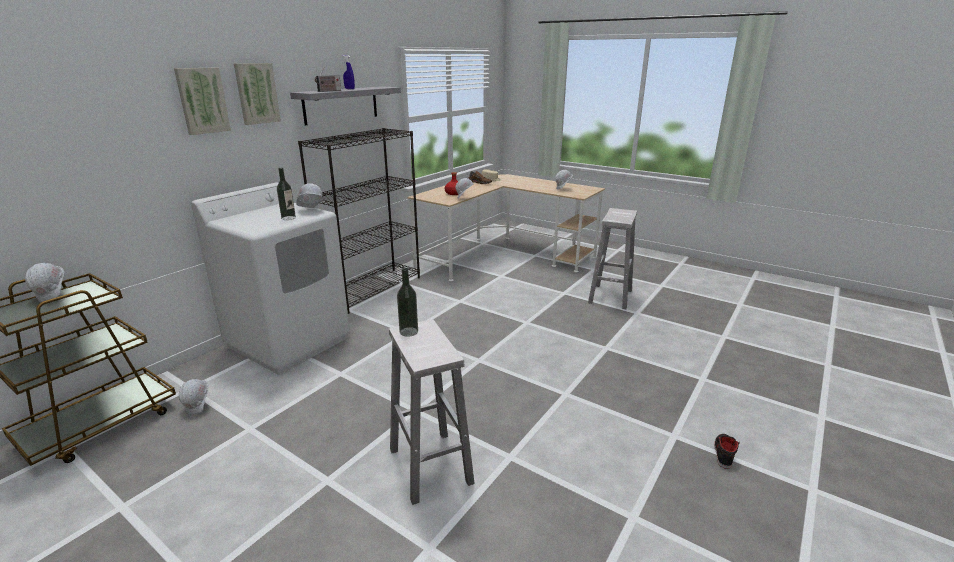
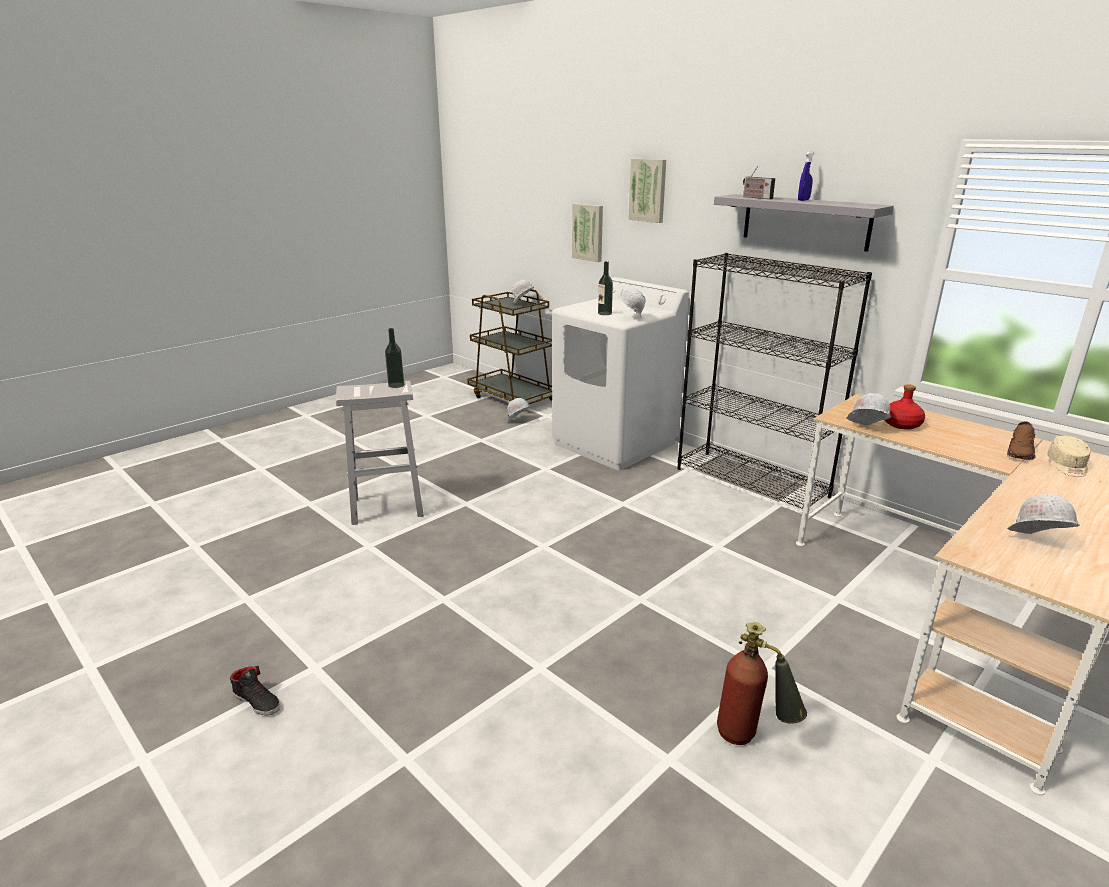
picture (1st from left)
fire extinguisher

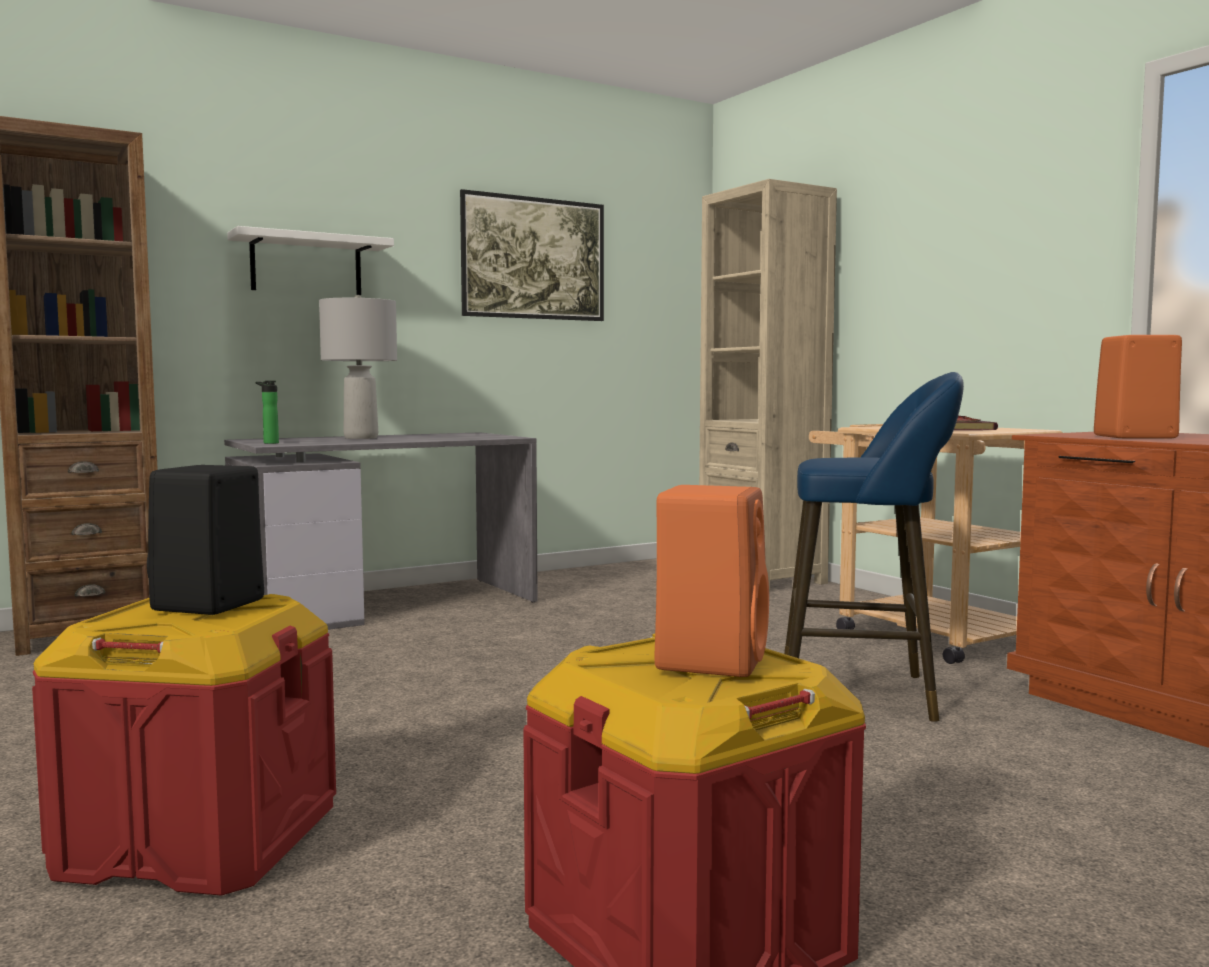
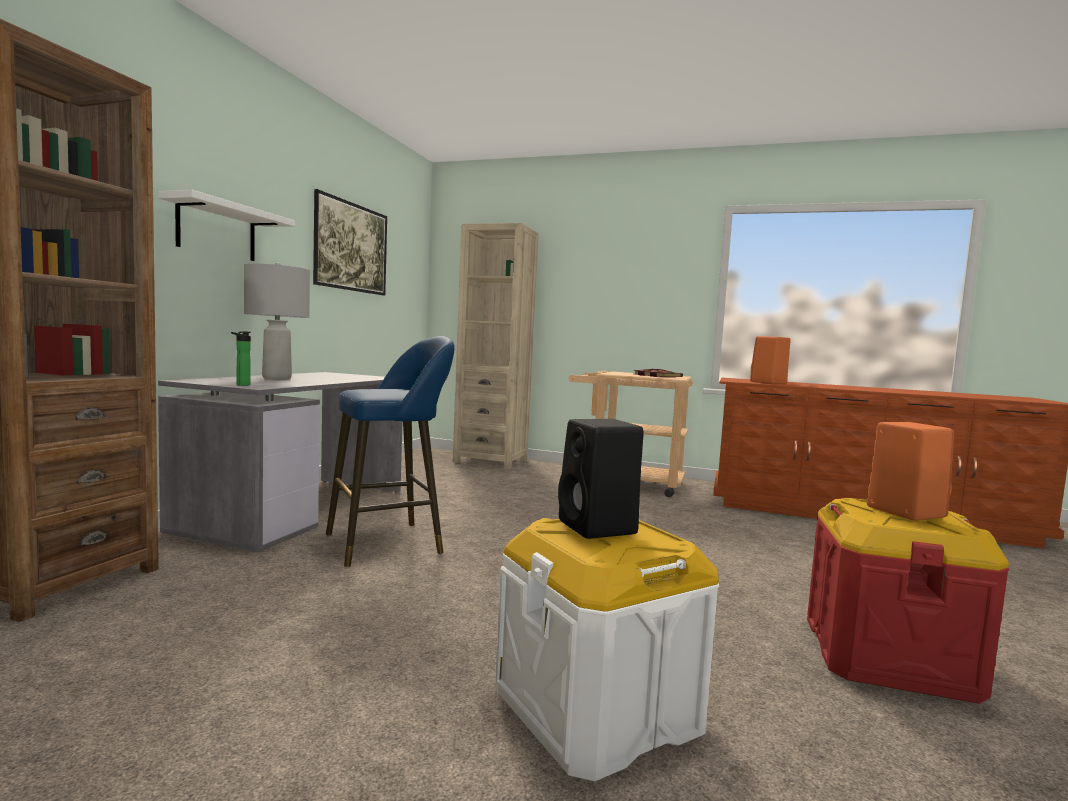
blue stool
white storage box

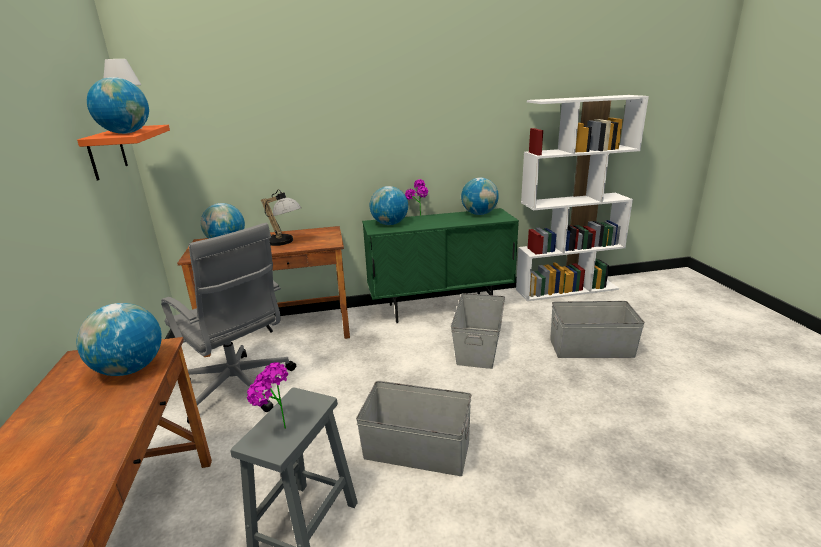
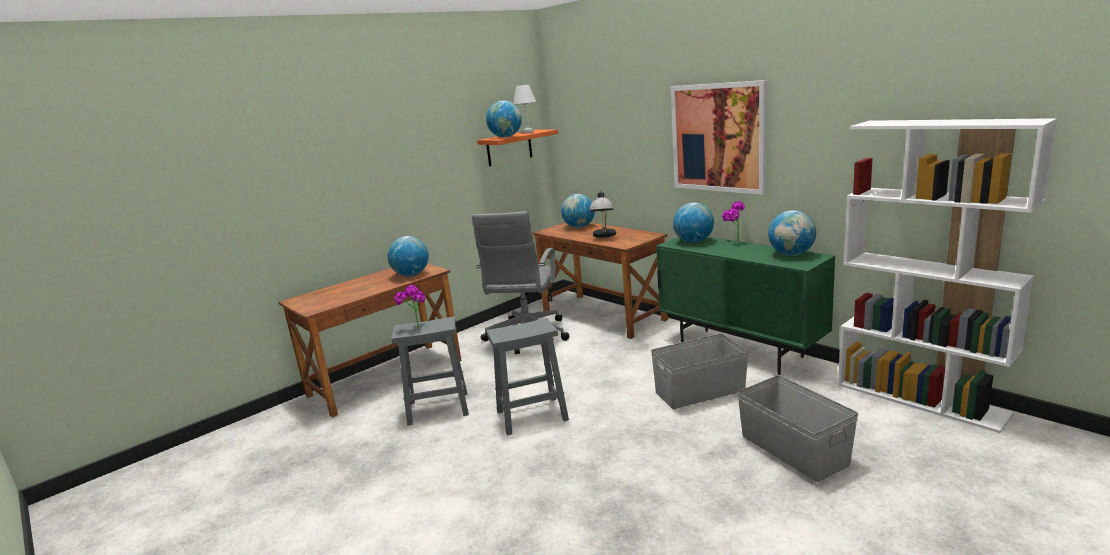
picture
grey stool (2nd from left)

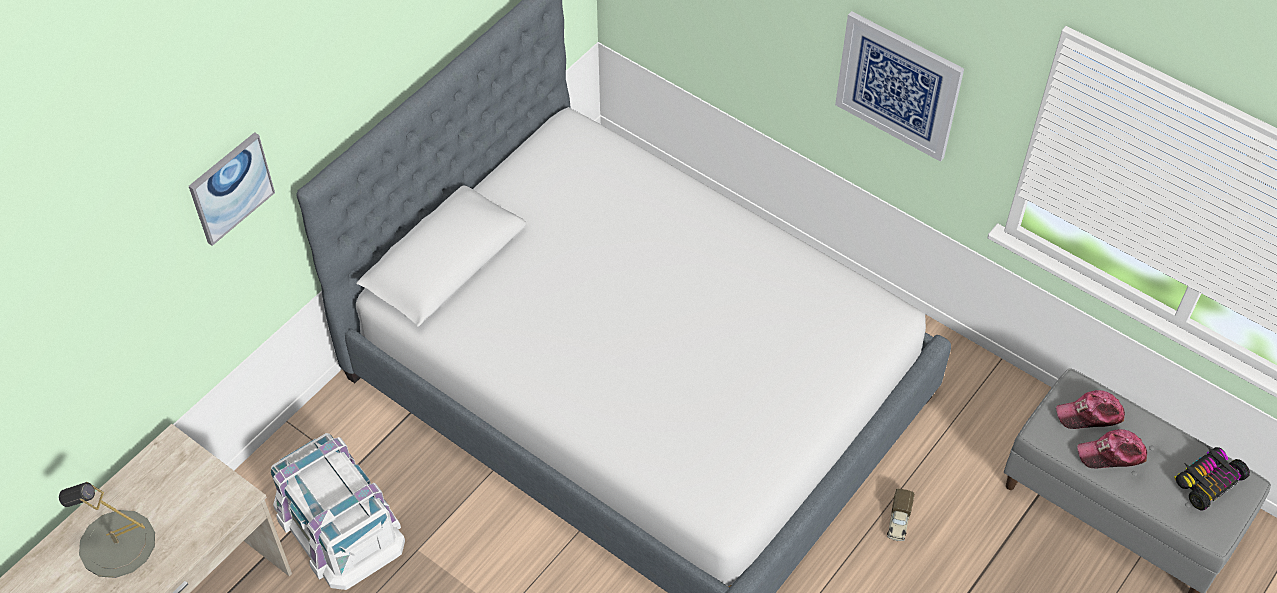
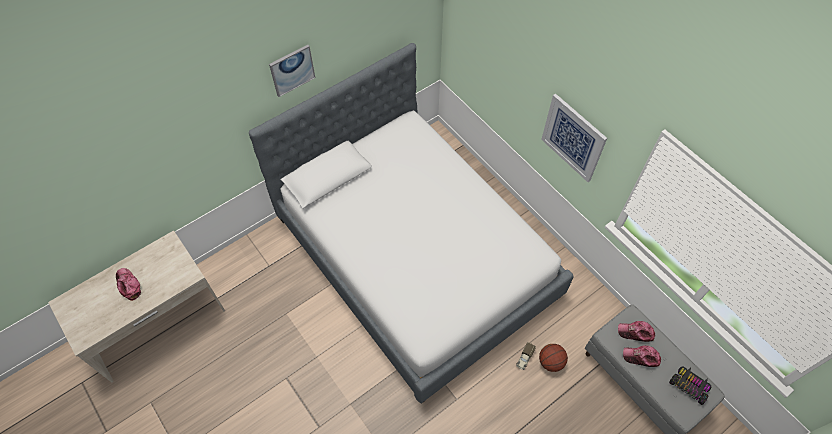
white storage box
basketball
picture (1st from left)
cap (1st from left)
toy car

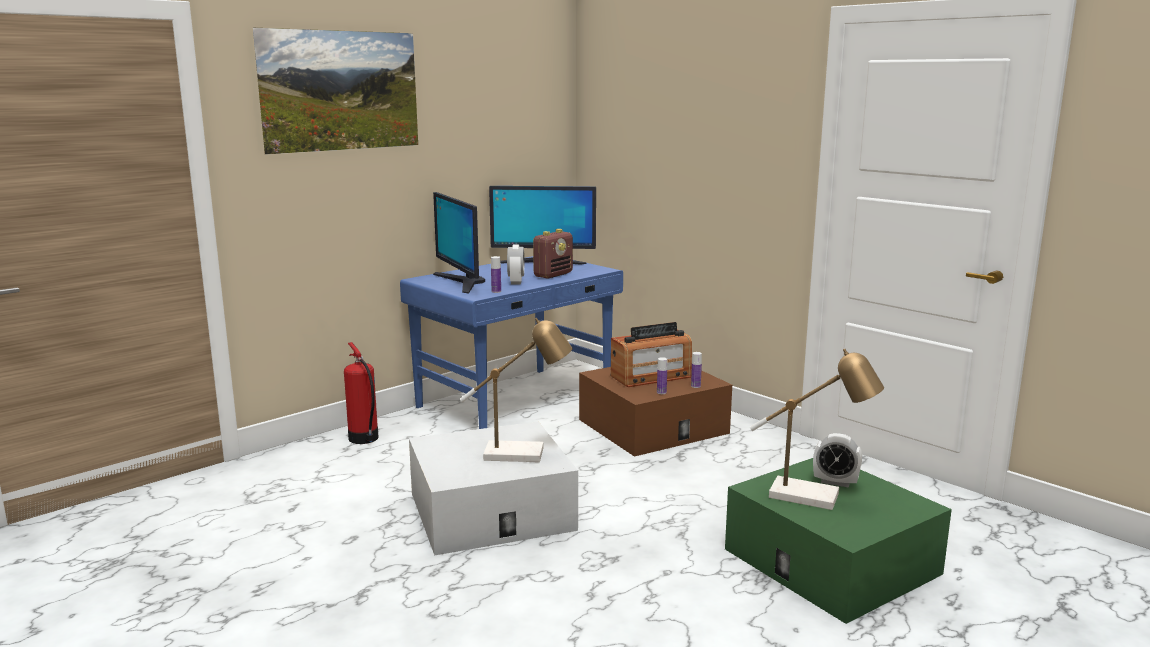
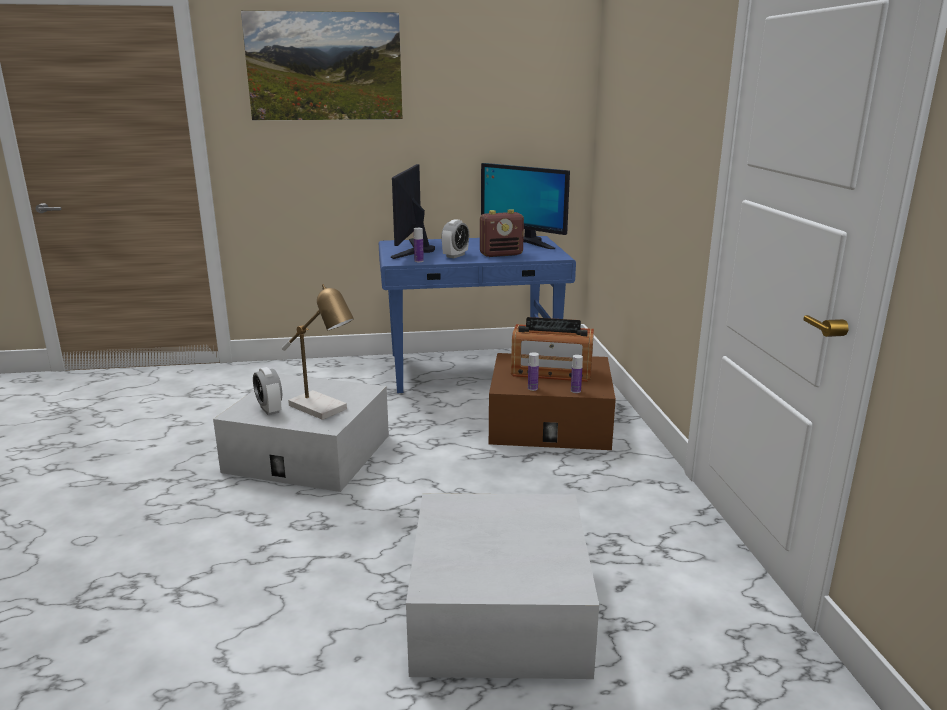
fire extinguisher
table lamp (2nd from left in the first image)
alarm clock (1st from left)
white storage box (2nd from left)

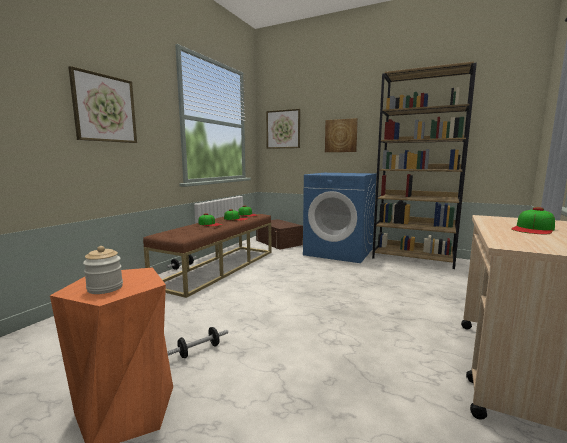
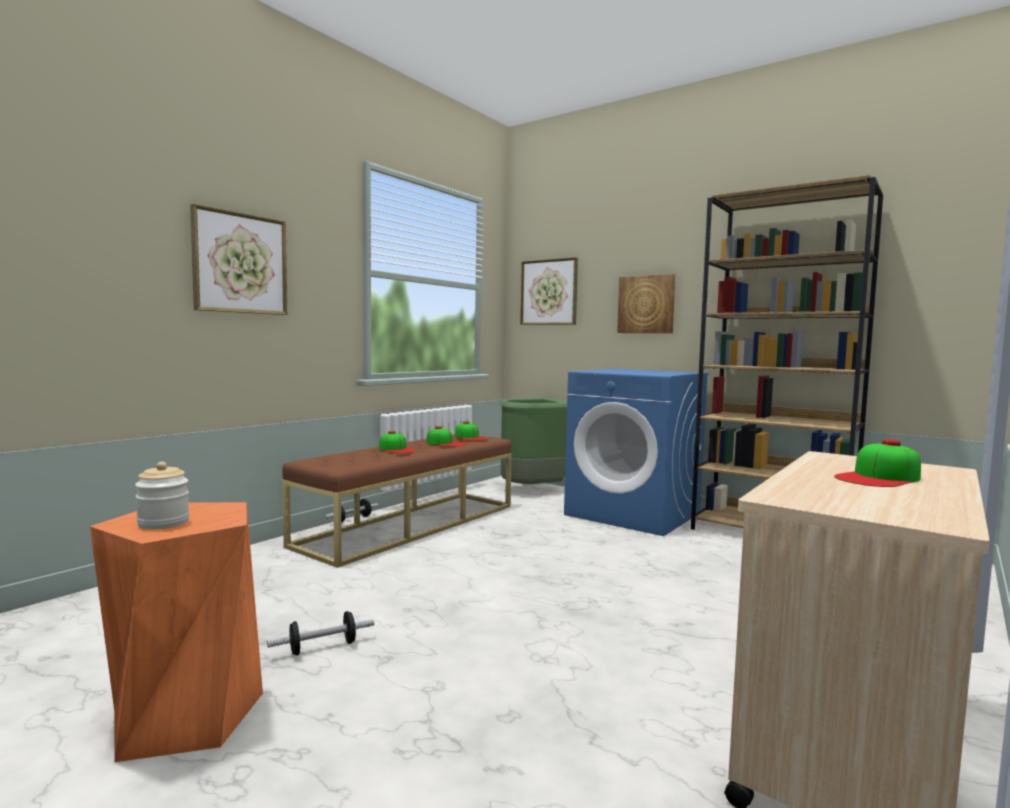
green trash can

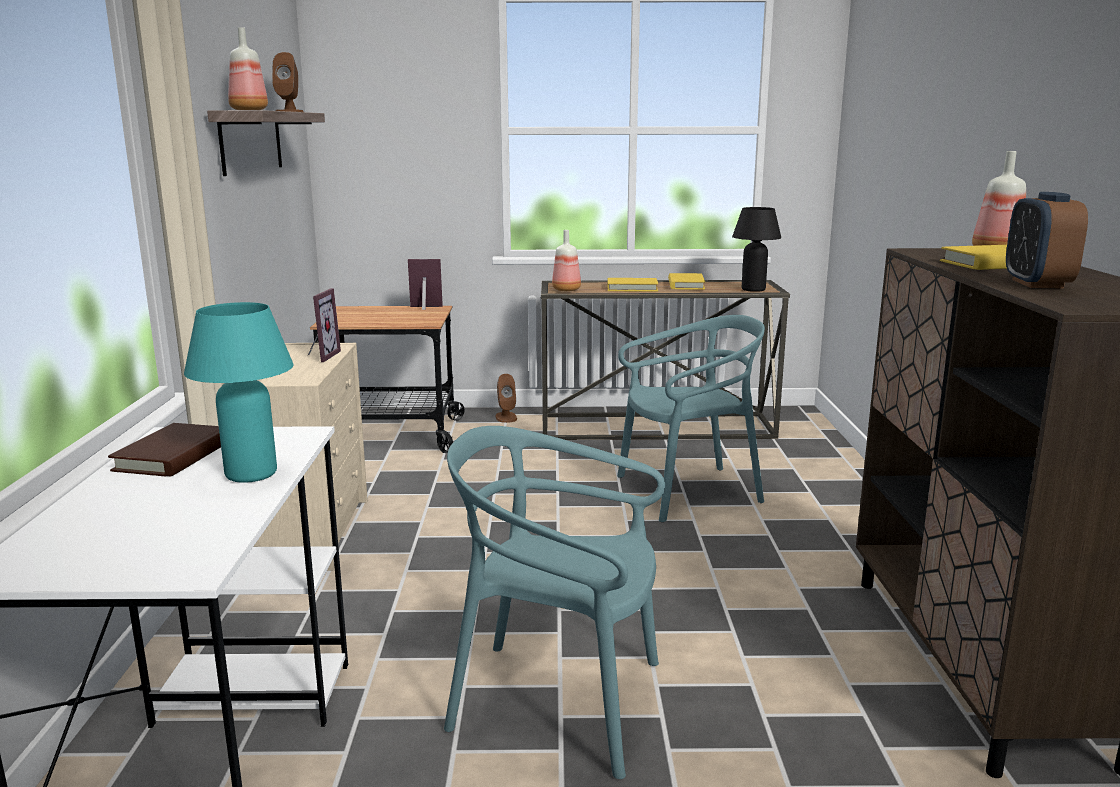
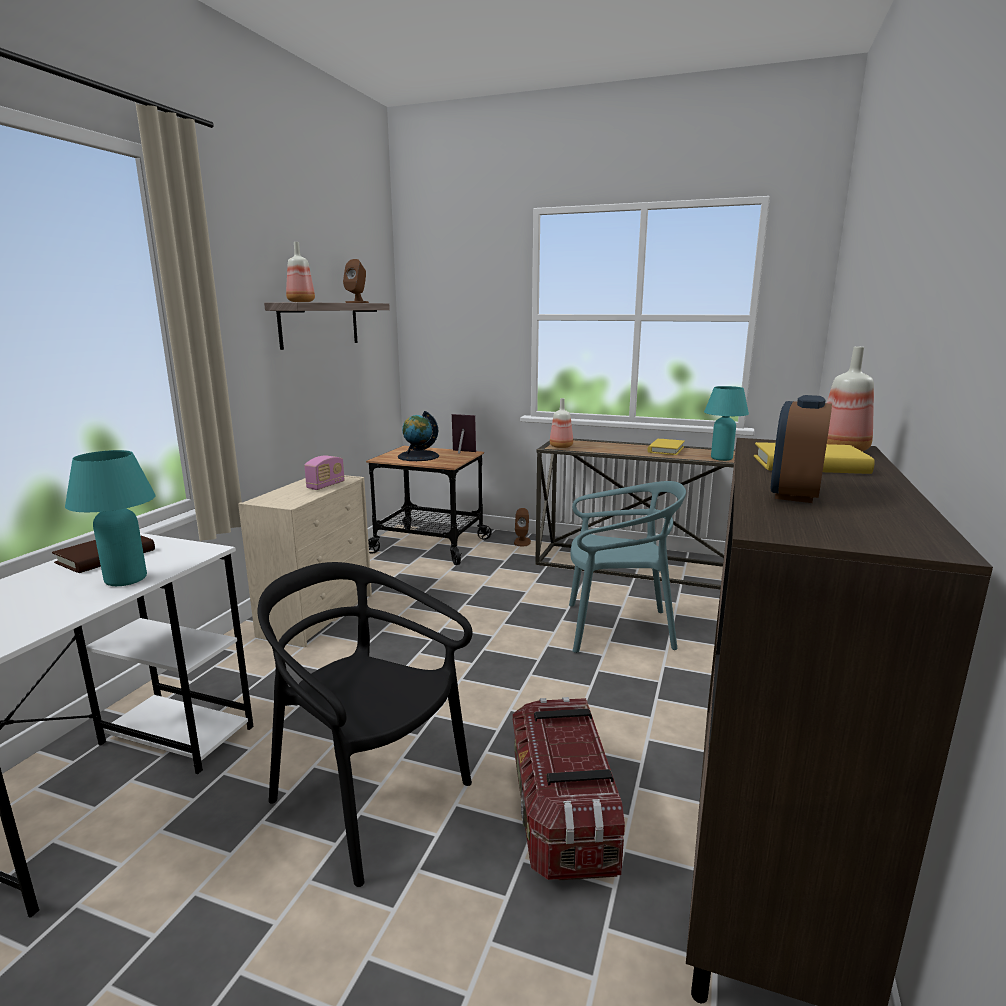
yellow book (1st from left in the first image)
globe
storage box
radio
black chair
turquoise table lamp (2nd from left)

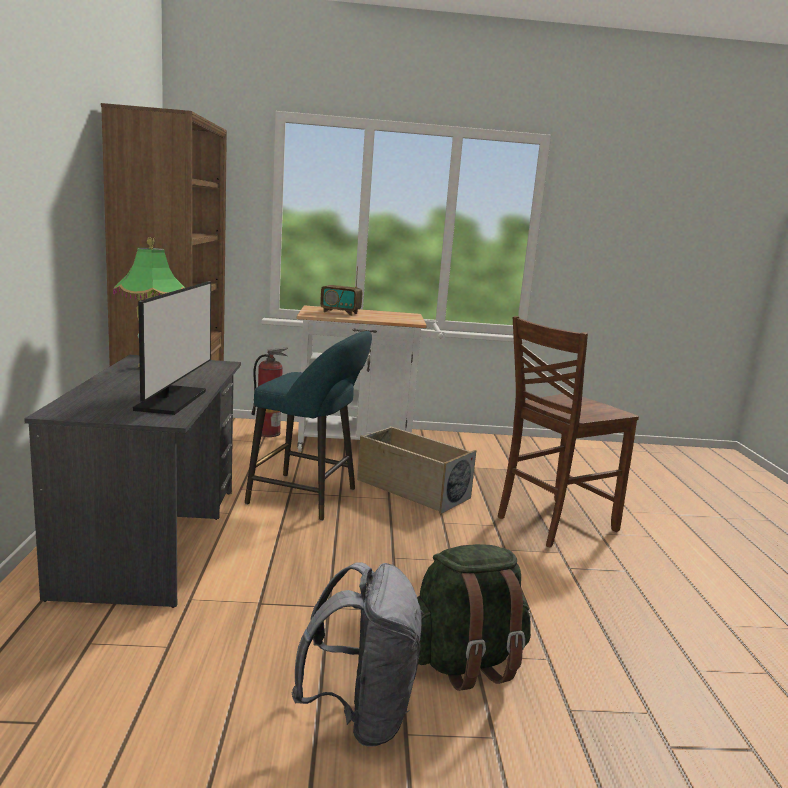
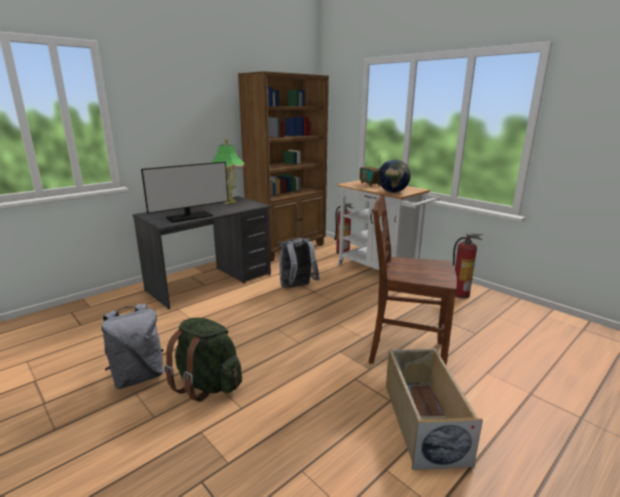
globe
fire extinguisher (2nd from left)
beige storage box
grey backpack (2nd from left)

